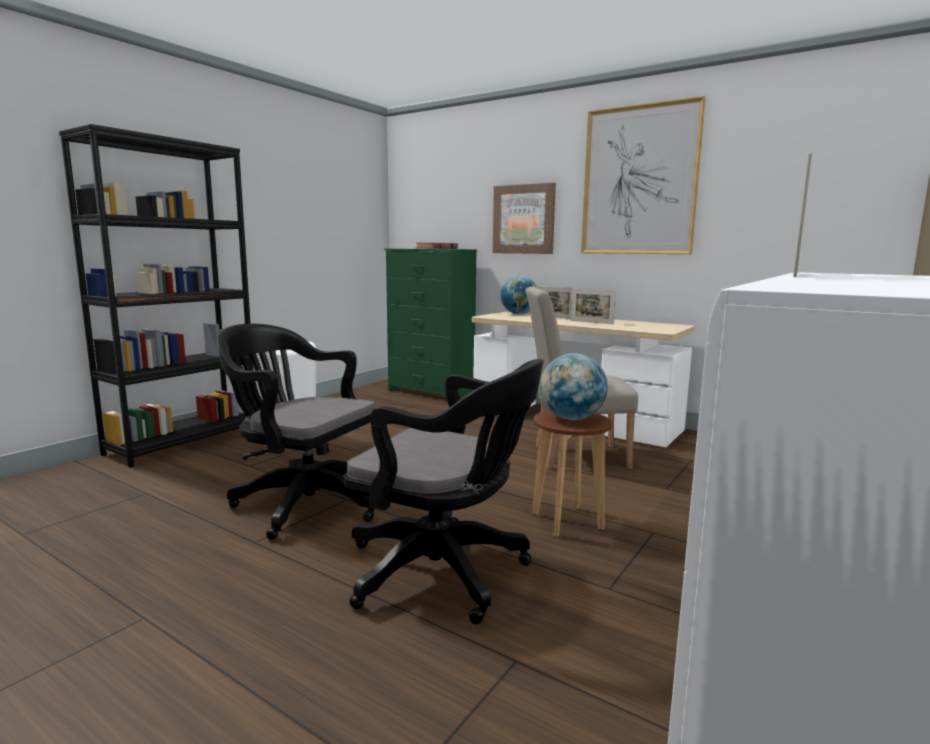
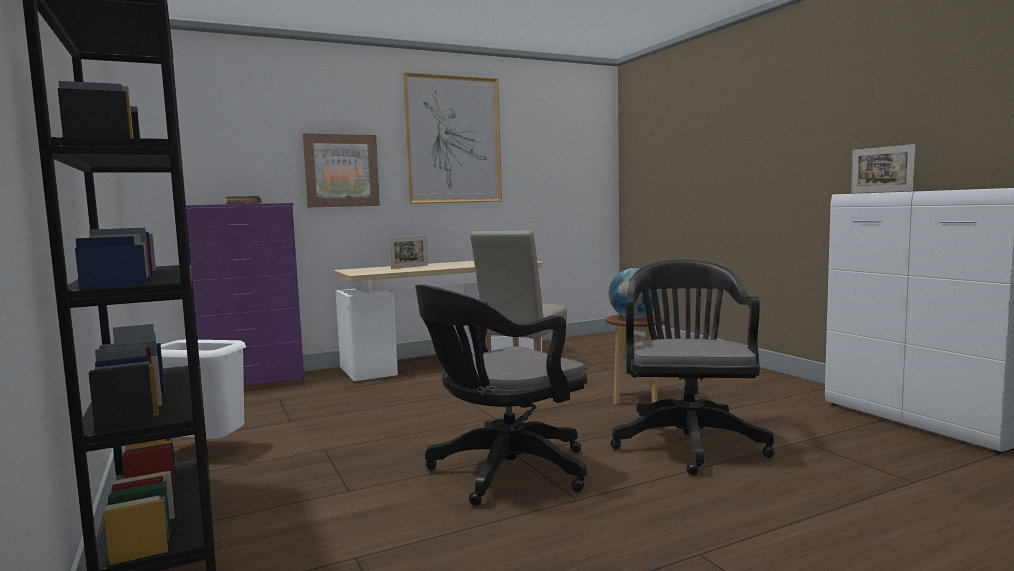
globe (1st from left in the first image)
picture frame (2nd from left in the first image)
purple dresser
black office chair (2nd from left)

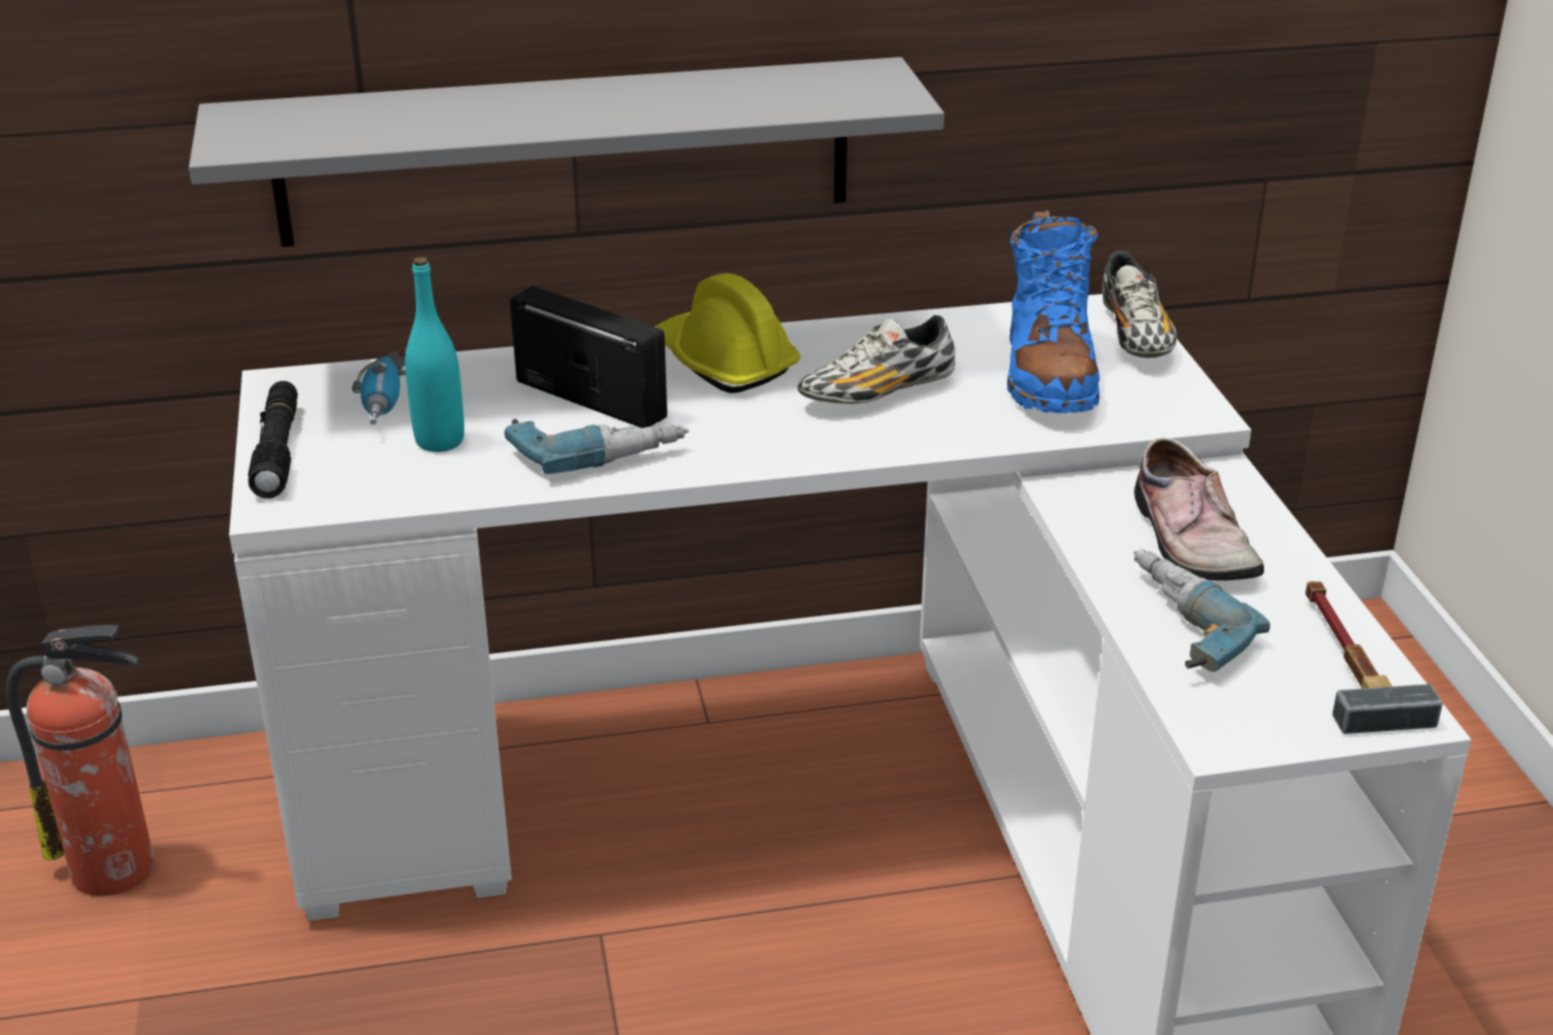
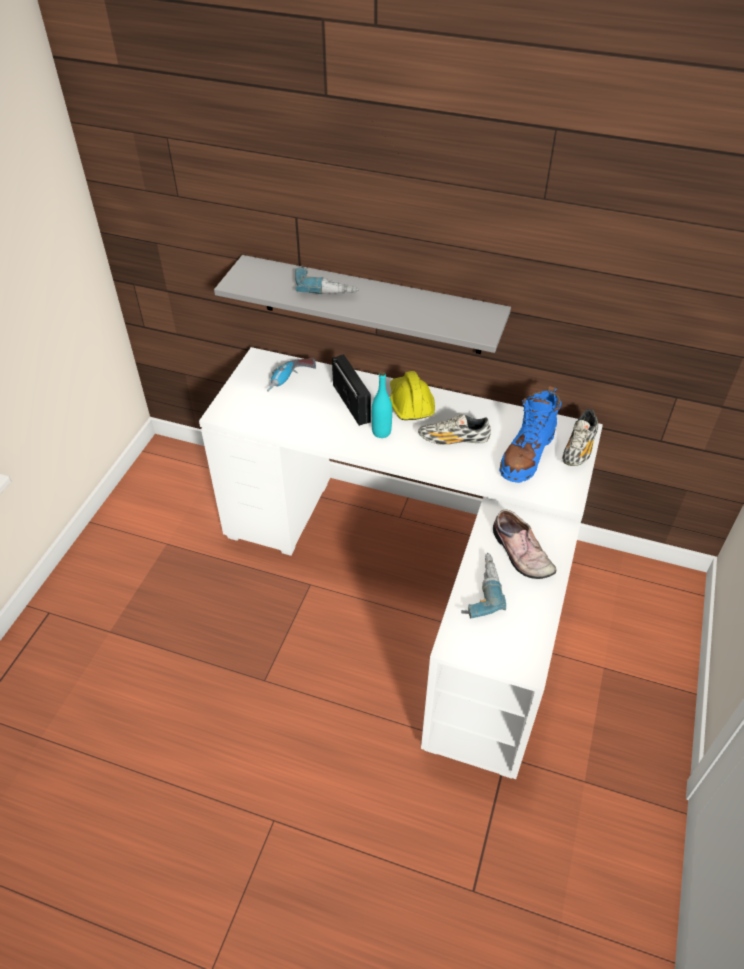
fire extinguisher
black flashlight
hammer
turquoise bottle
power drill (2nd from left)
shoe (2nd from left)

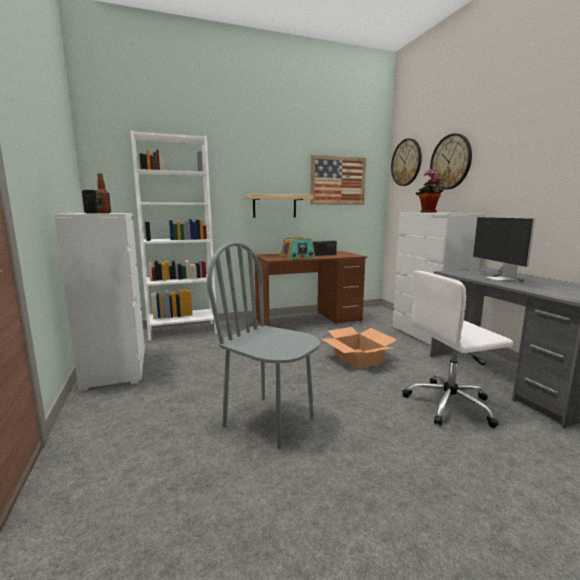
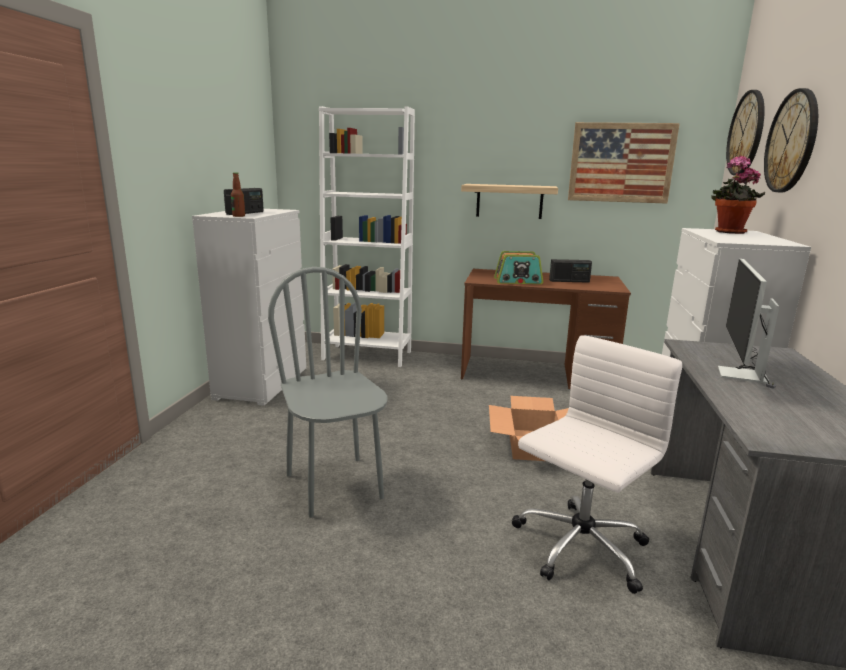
white office chair

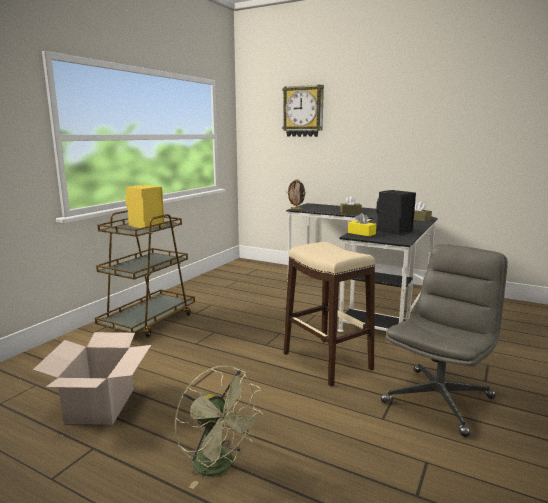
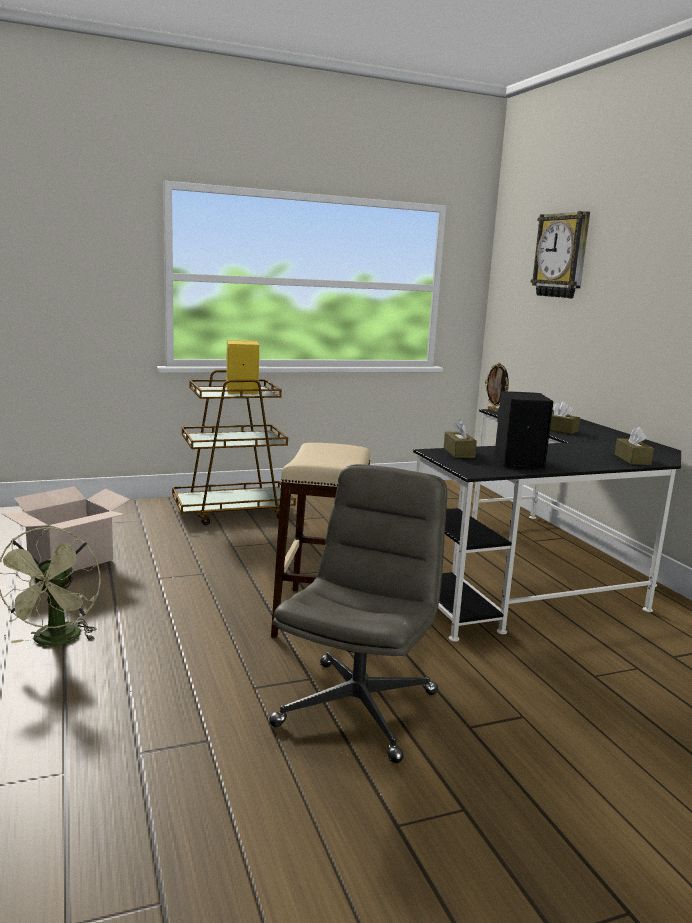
brown tissue box (1st from left)
grey office chair

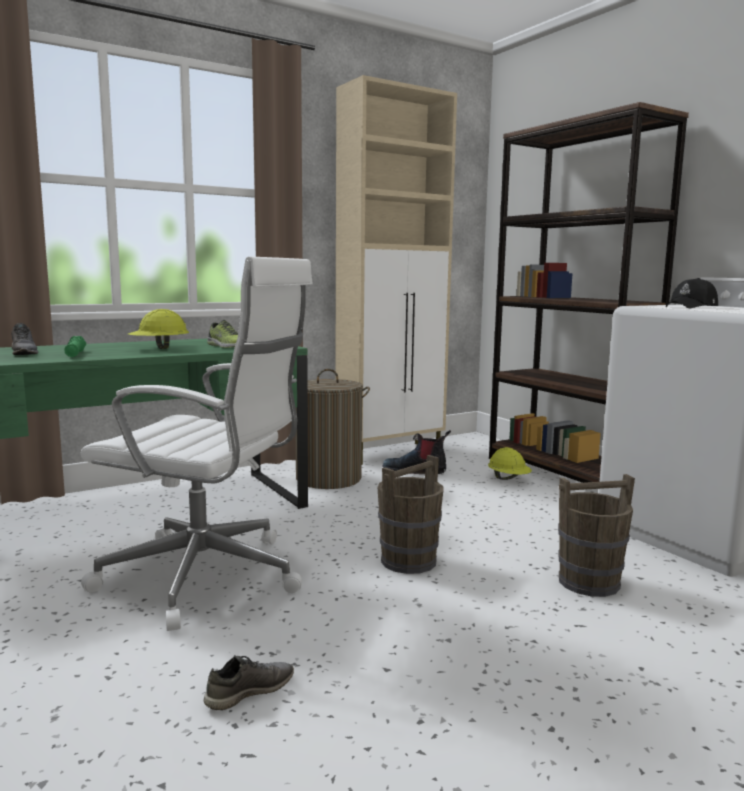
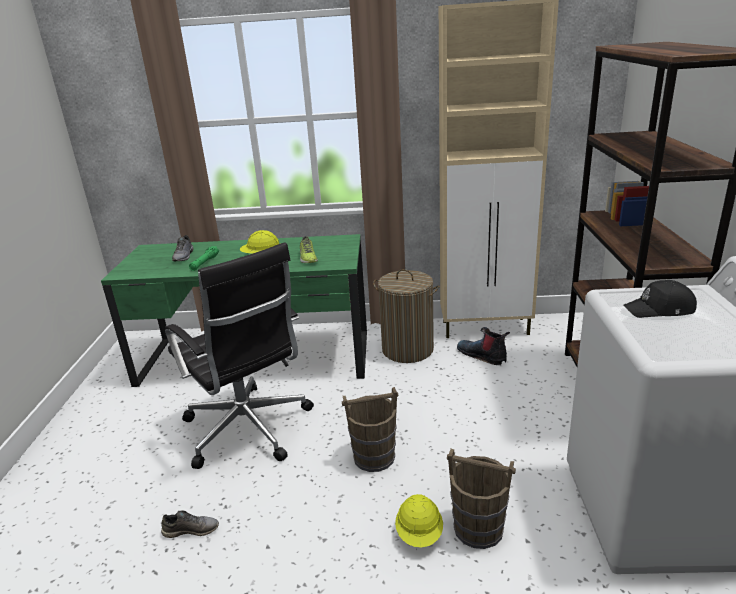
yellow hard hat (2nd from left)
black office chair

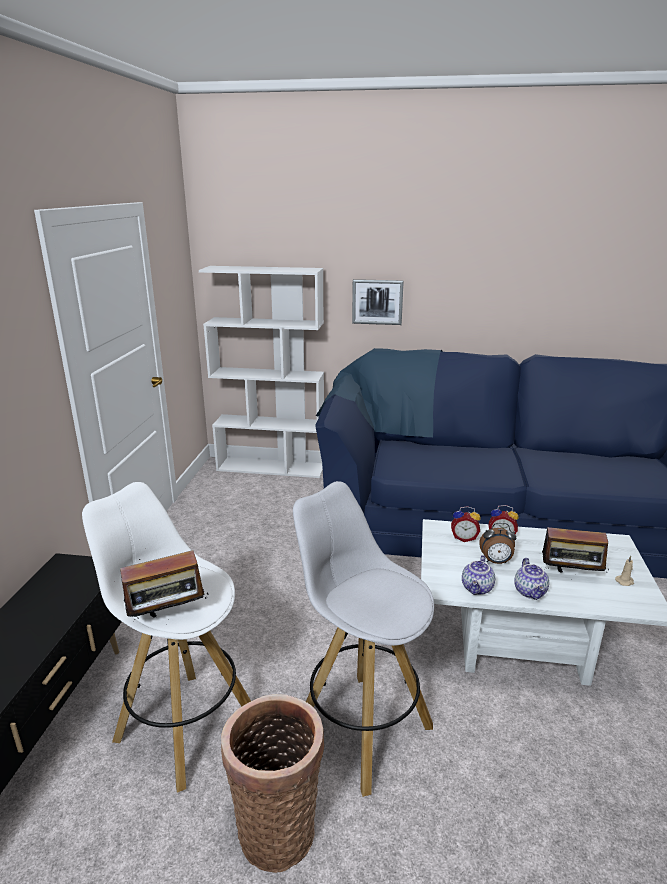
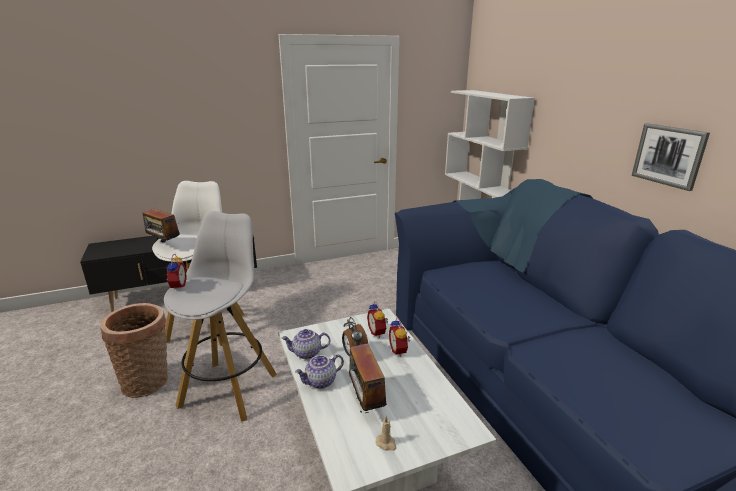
alarm clock (1st from left)
picture

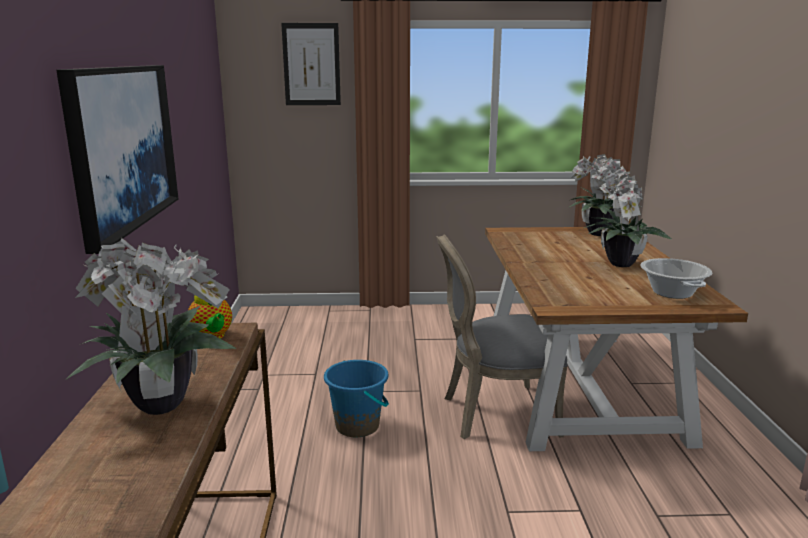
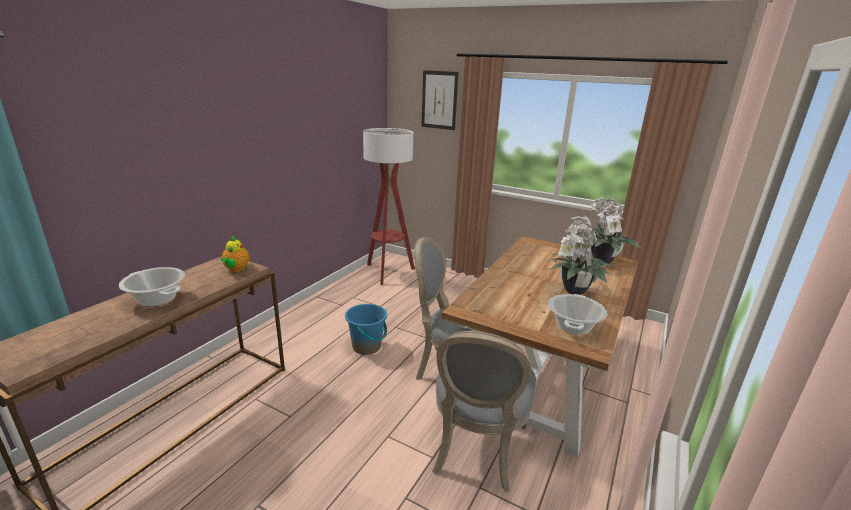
picture (1st from left in the first image)
floor lamp
grey chair (2nd from left)
cooking pot (1st from left)

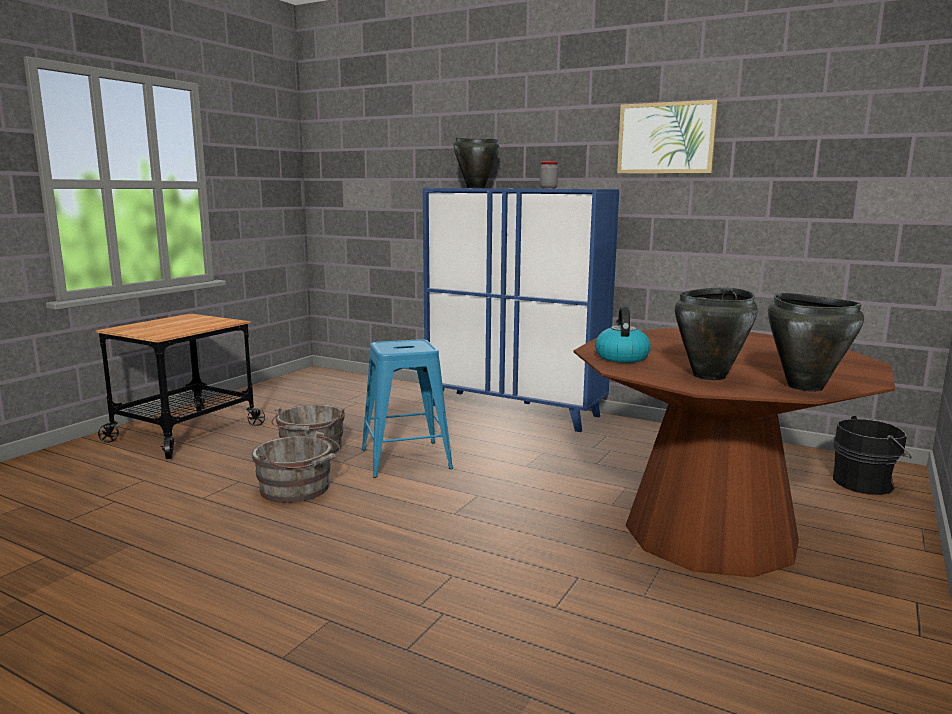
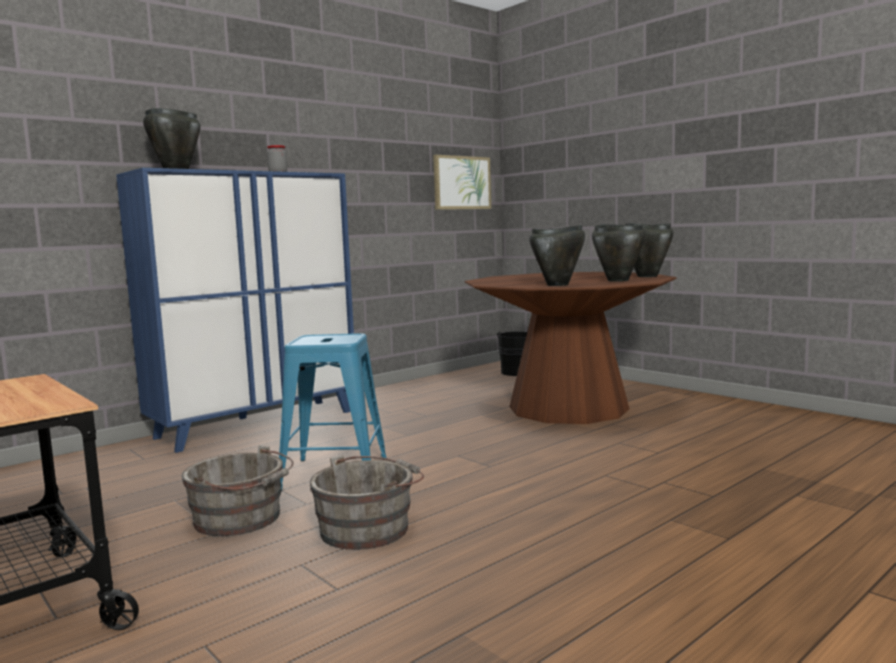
picture
black cooking pot (2nd from left)

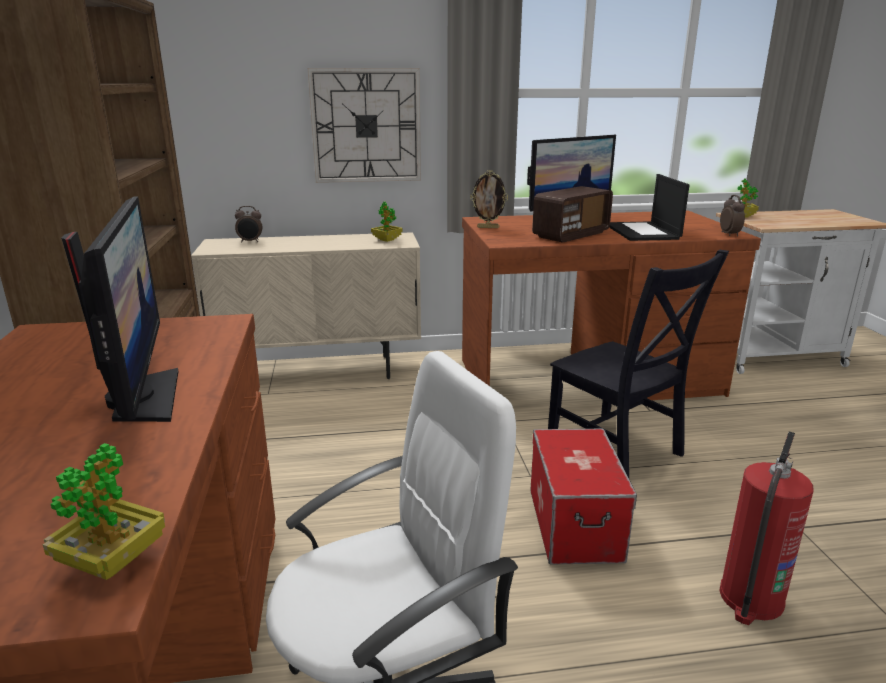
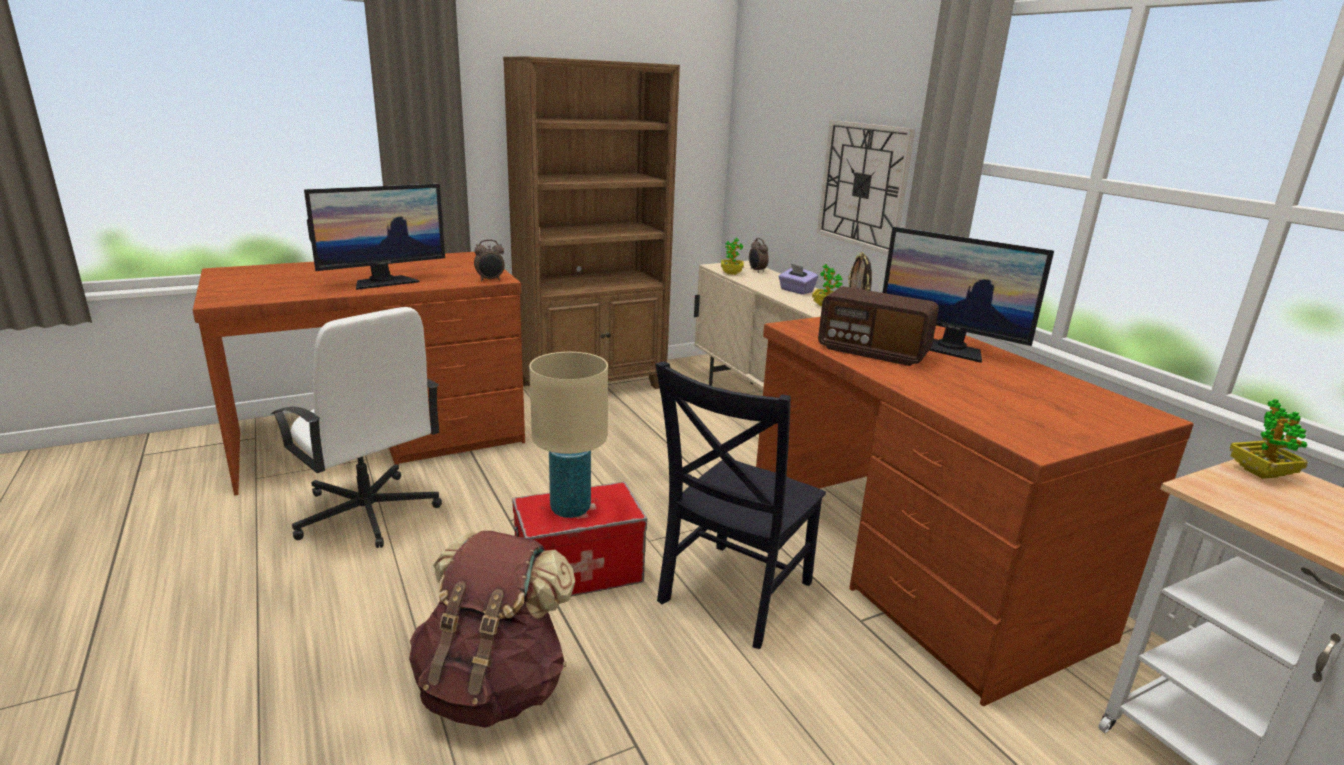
laptop
beige table lamp
purple tissue box
potted plant (1st from left)
alarm clock (1st from left)
brown backpack

